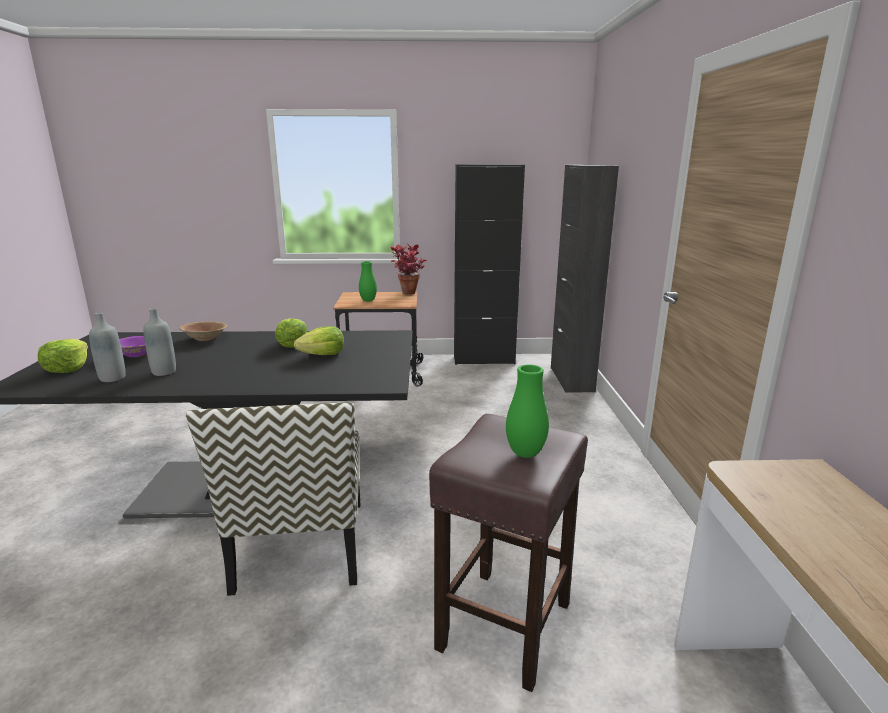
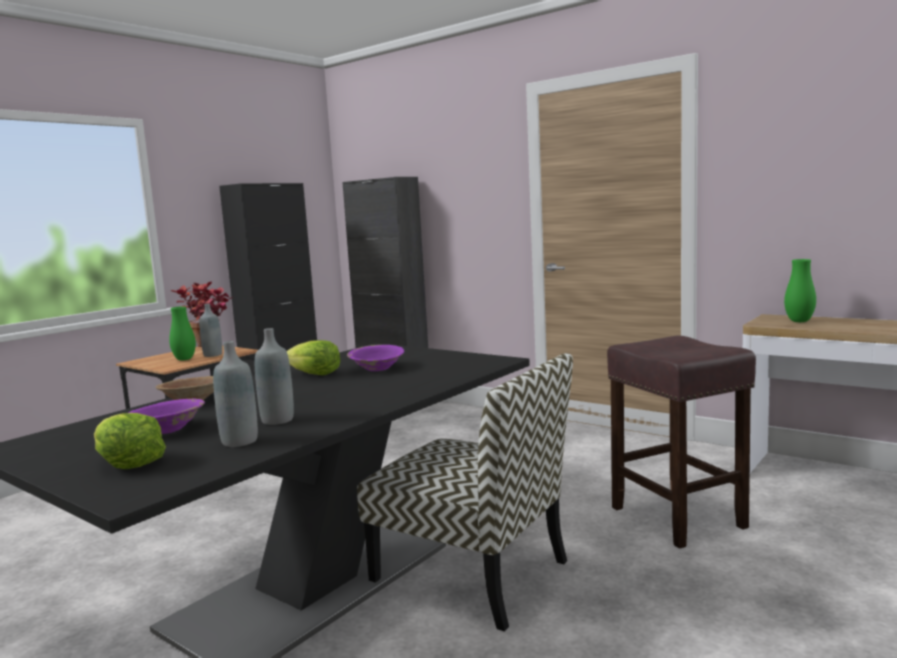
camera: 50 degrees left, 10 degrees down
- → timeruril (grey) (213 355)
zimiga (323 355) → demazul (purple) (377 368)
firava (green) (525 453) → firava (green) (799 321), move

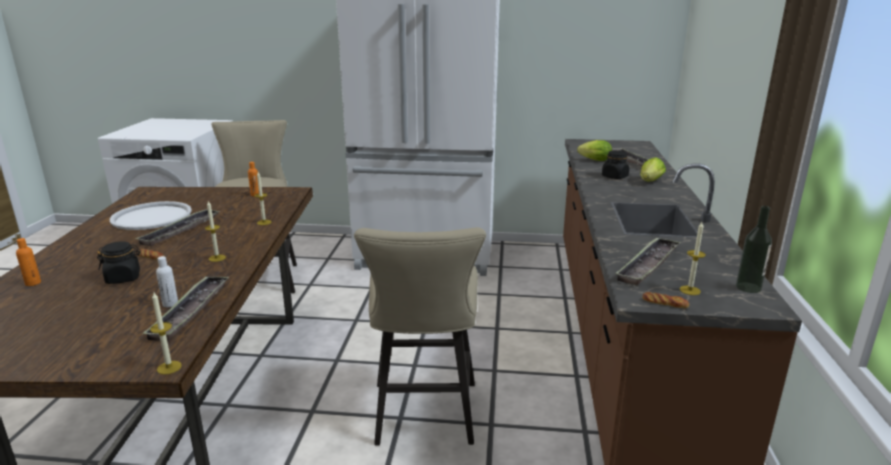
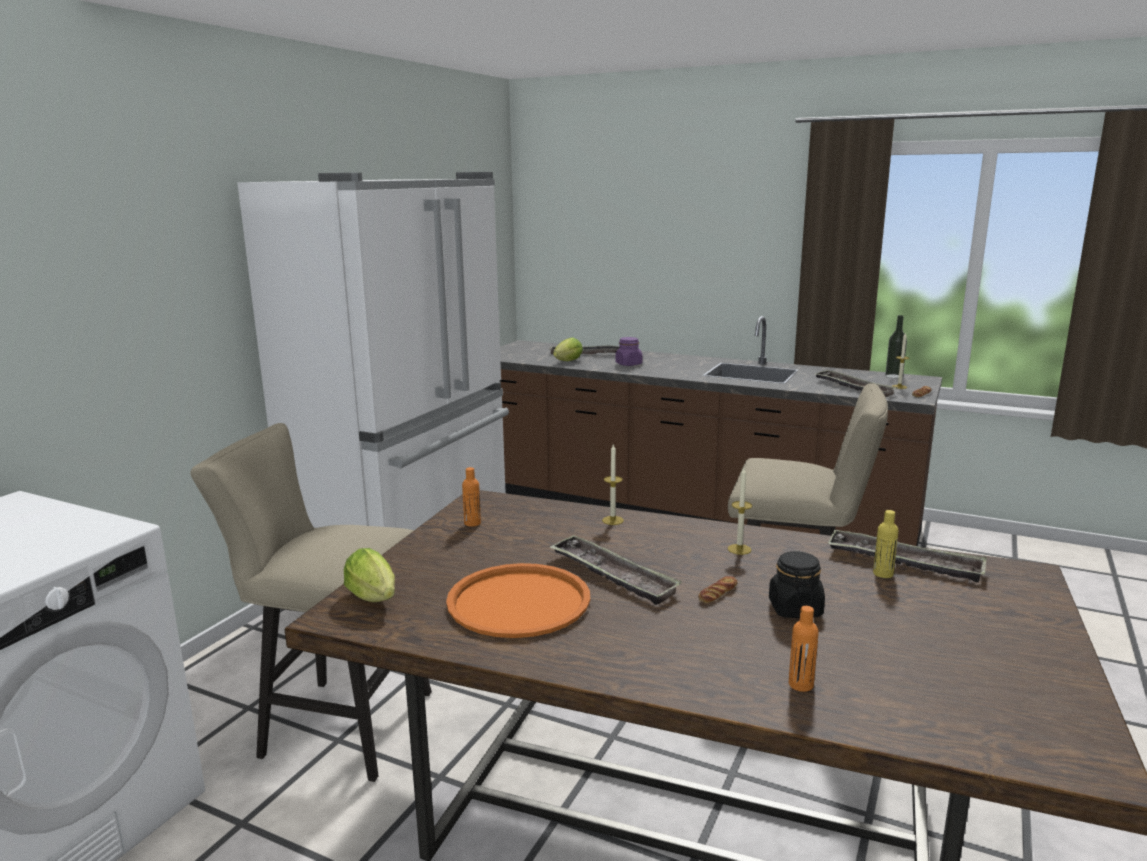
camera: 70 degrees left, 5 degrees down
zimiga (649 182) → zimiga (375 599), move
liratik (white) (152 217) → liratik (orange) (518 601)
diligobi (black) (614 177) → diligobi (purple) (629 364)
timeruril (white) (170 304) → timeruril (yellow) (883 574)
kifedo (169 367) → -

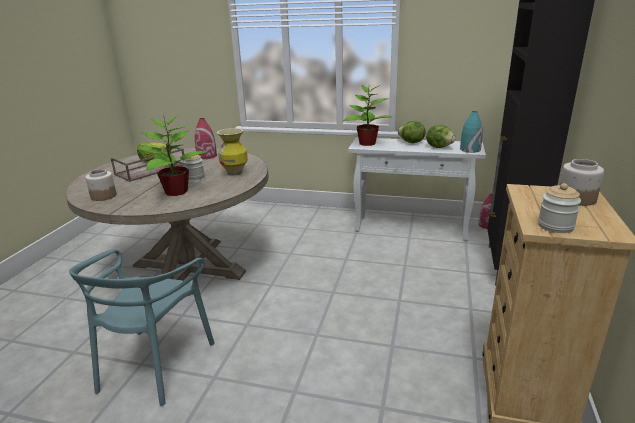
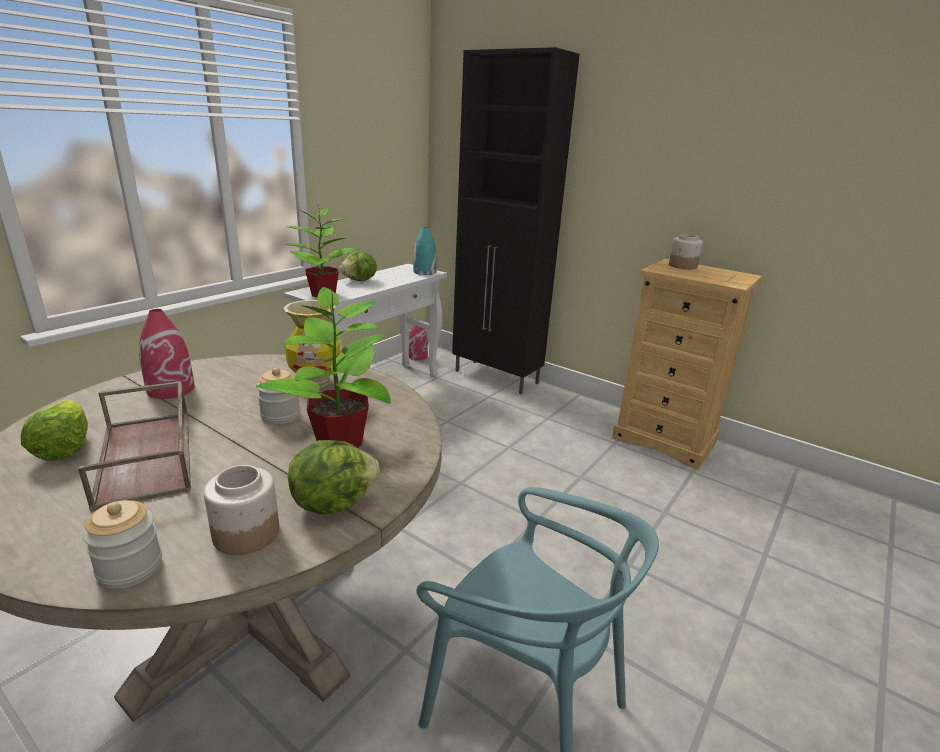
camera: 70 degrees left, 0 degrees up
diligobi (555 226) → diligobi (130 568), move
zimiga (439 147) → zimiga (332 502), move

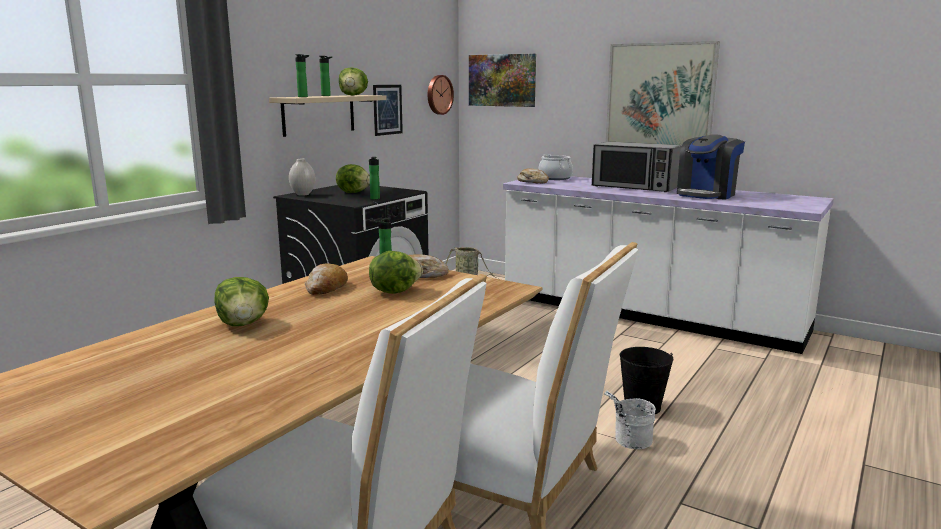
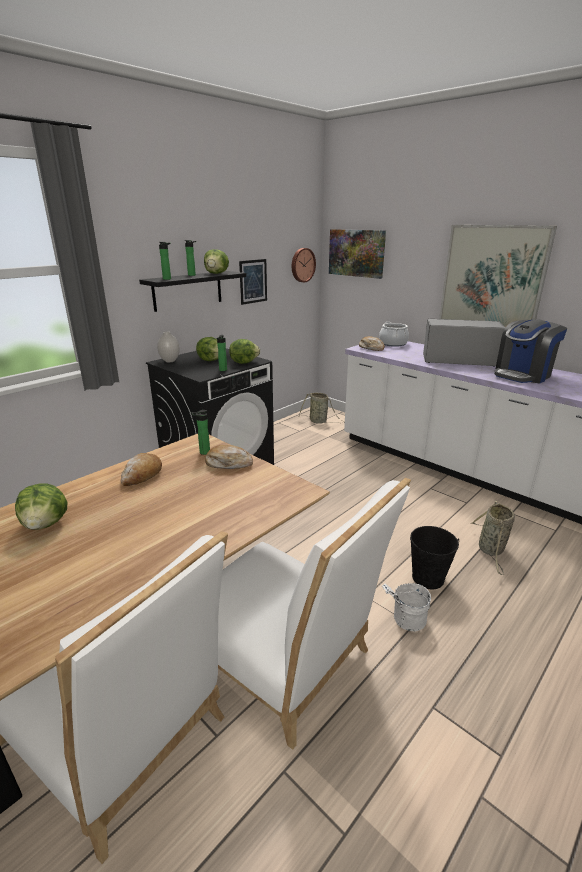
camera: 10 degrees right, 10 degrees up
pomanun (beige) (319 114) → pomanun (black) (188 290)
zimiga (394 291) → zimiga (244 362), move
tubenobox (634 187) → tubenobox (458 360), 150 degrees clockwise
- → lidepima (491 550)

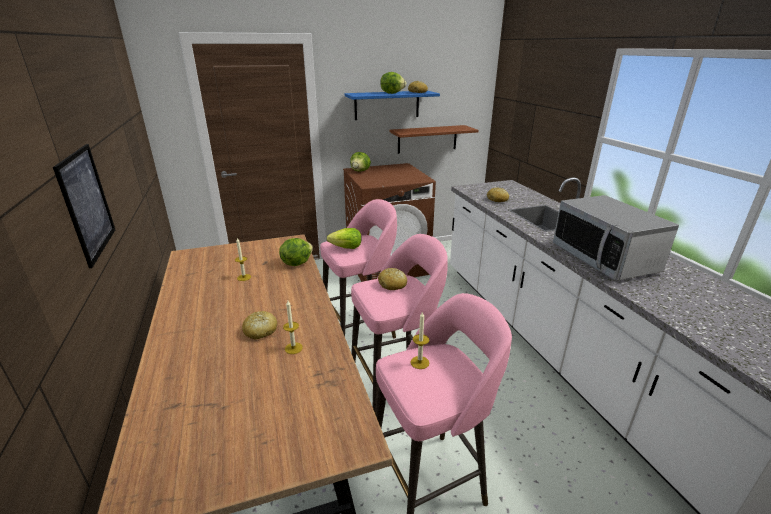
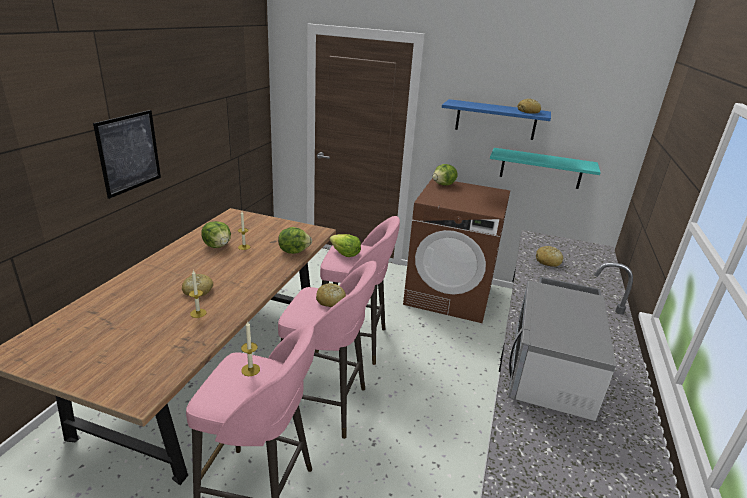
camera: 35 degrees right, 0 degrees up
zimiga (392 93) → zimiga (218 246), move
pomanun (brown) (427 139) → pomanun (turquoise) (541 168)

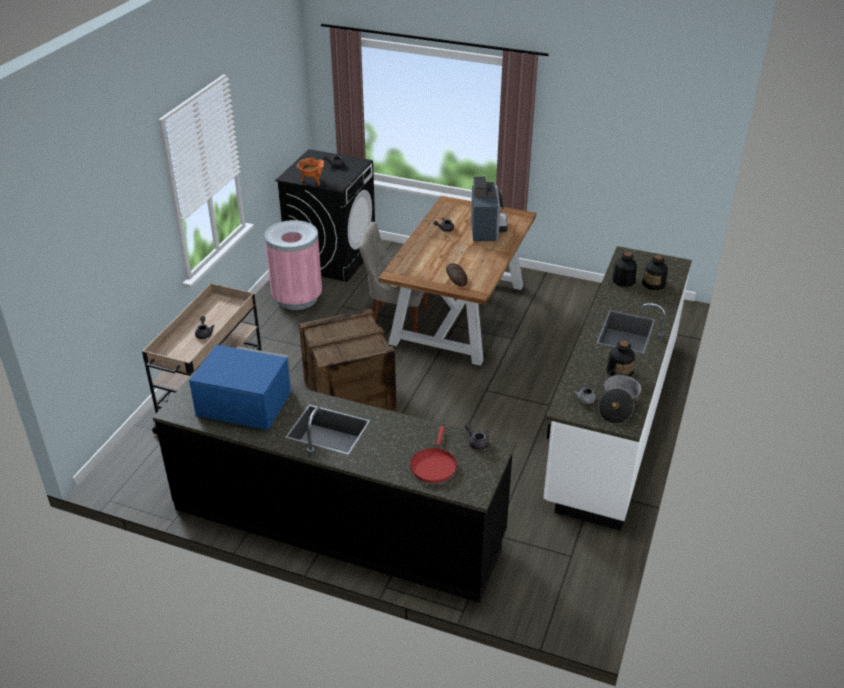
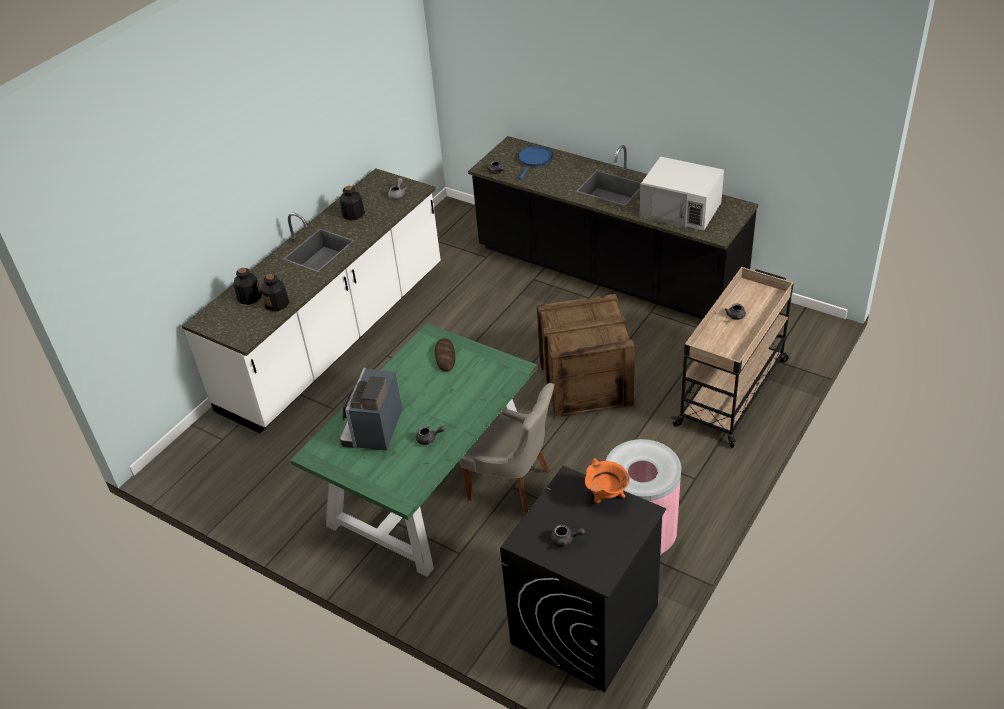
camera: 165 degrees left, 5 degrees up
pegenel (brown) (458 313) → pegenel (green) (430 486)
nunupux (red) (433 465) → nunupux (blue) (534 160)
tubenobox (blue) (244 403) → tubenobox (white) (681 209)
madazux (618 406) → -

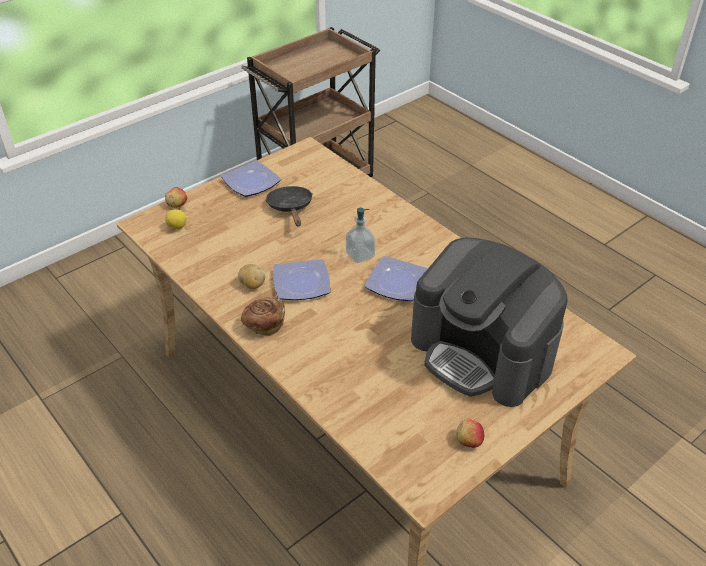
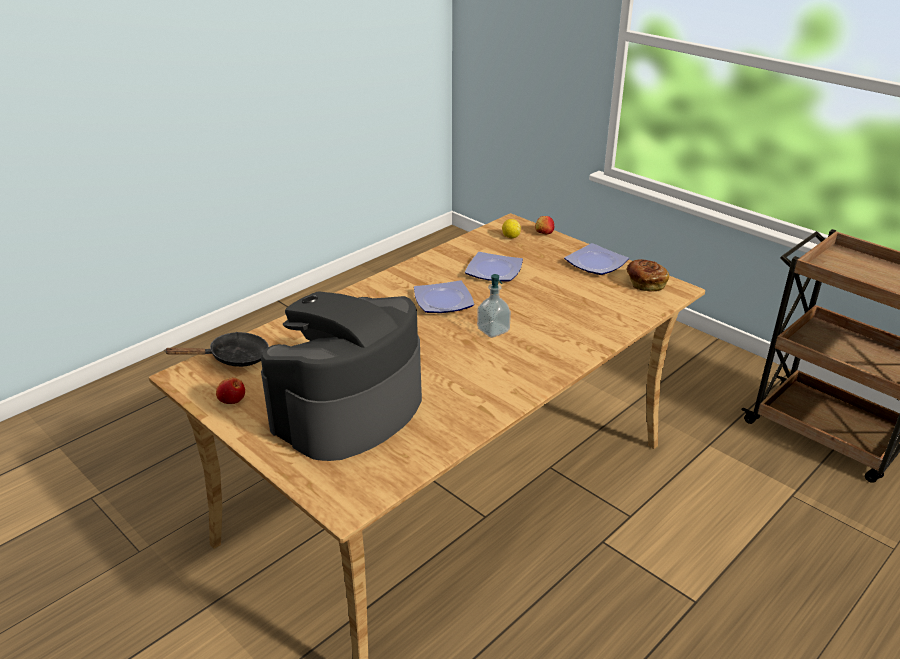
camera: 85 degrees right, 10 degrees down
nunupux (black) (291 208) → nunupux (black) (233 358), move
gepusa (398 282) → gepusa (494 271), move
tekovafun (264 324) → tekovafun (645 283), move
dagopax (252 285) → -

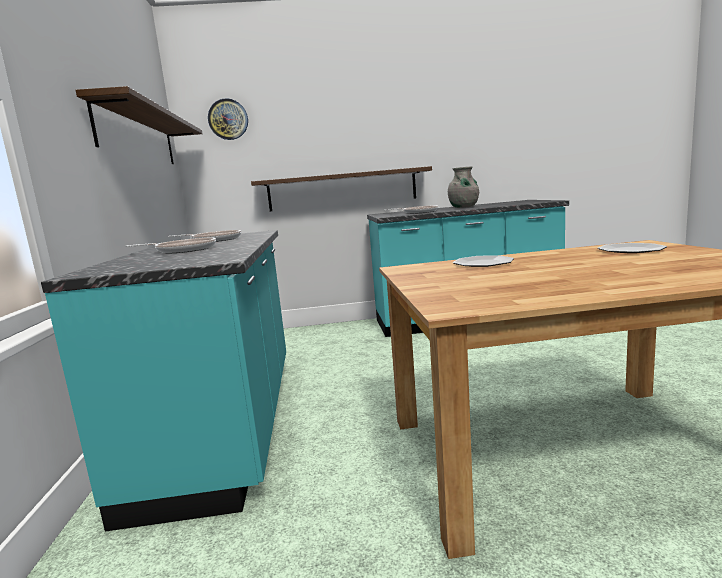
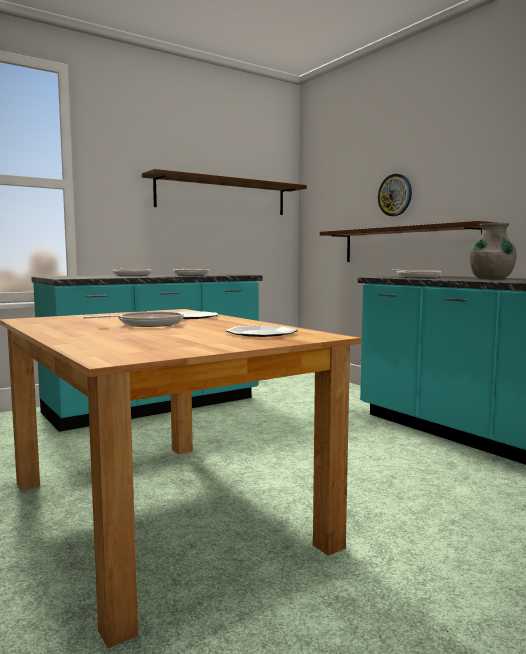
camera: 60 degrees right, 5 degrees down
- → nunupux (147 324)
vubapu (228 119) → vubapu (395 195), move

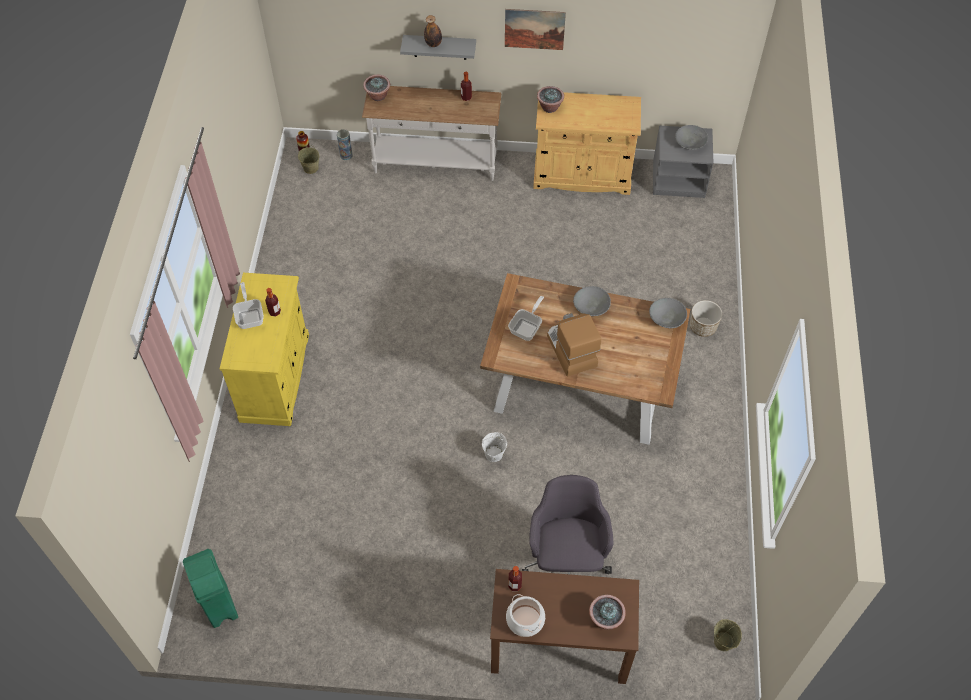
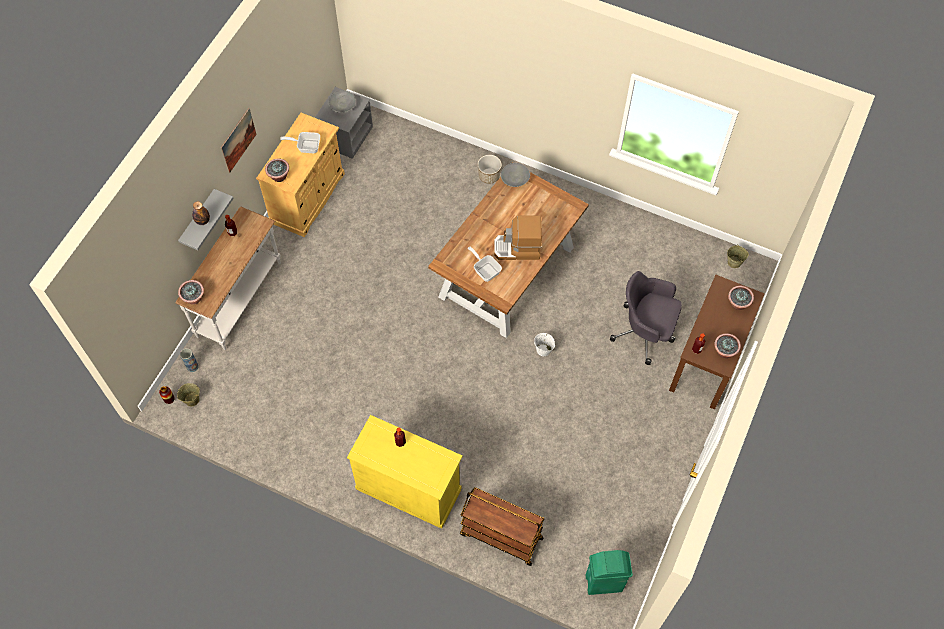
camera: 70 degrees left, 5 degrees up
nunupux (250 316) → nunupux (306 146), move
- → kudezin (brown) (500 536)
madazux (525 620) → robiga (724 352)
demazul (grey) (591 307) → -

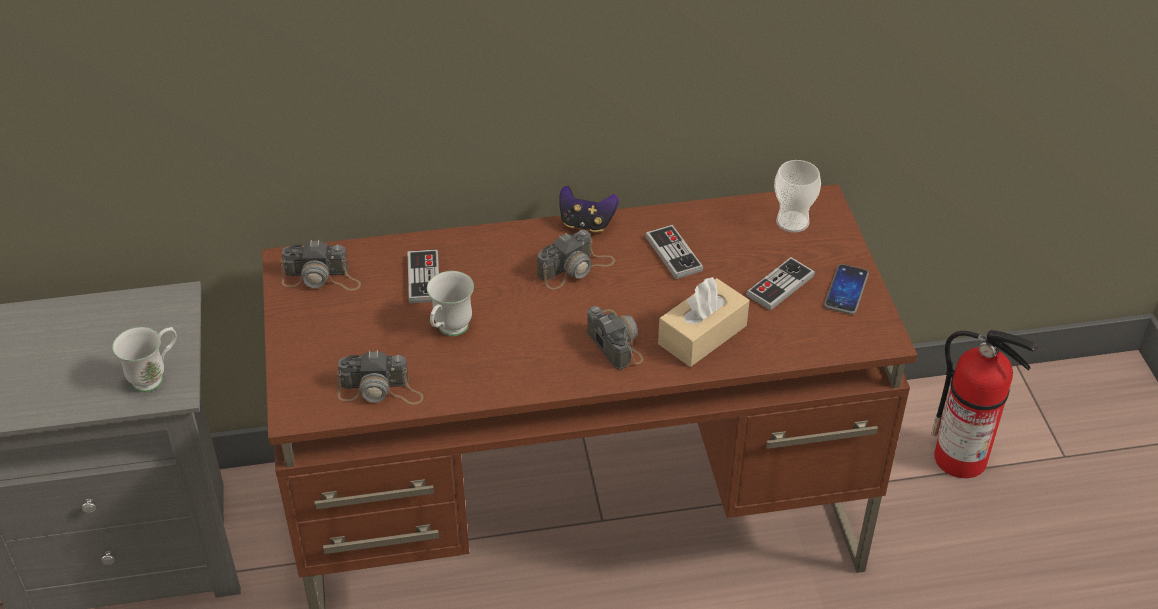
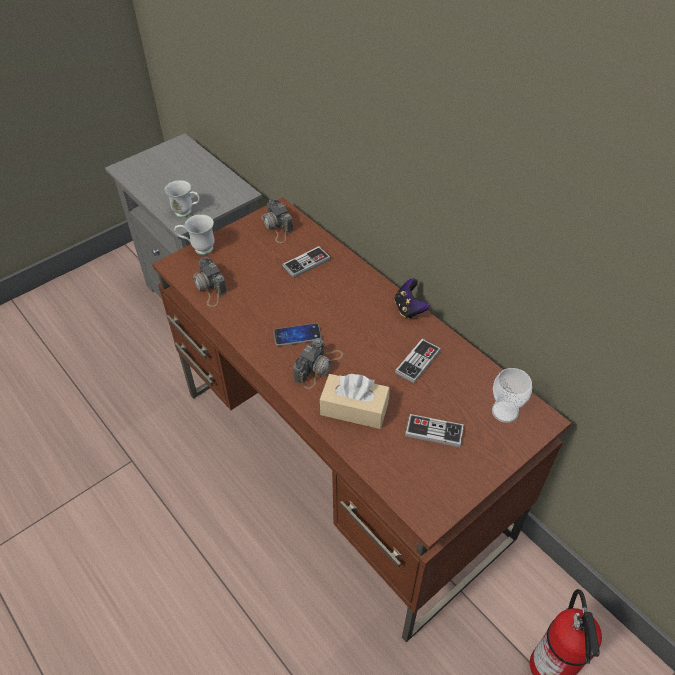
camera: 60 degrees right, 5 degrees up
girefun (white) (449 331) → girefun (white) (198 249), move
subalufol (846 290) → subalufol (297 335), move
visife (575 268) → -

